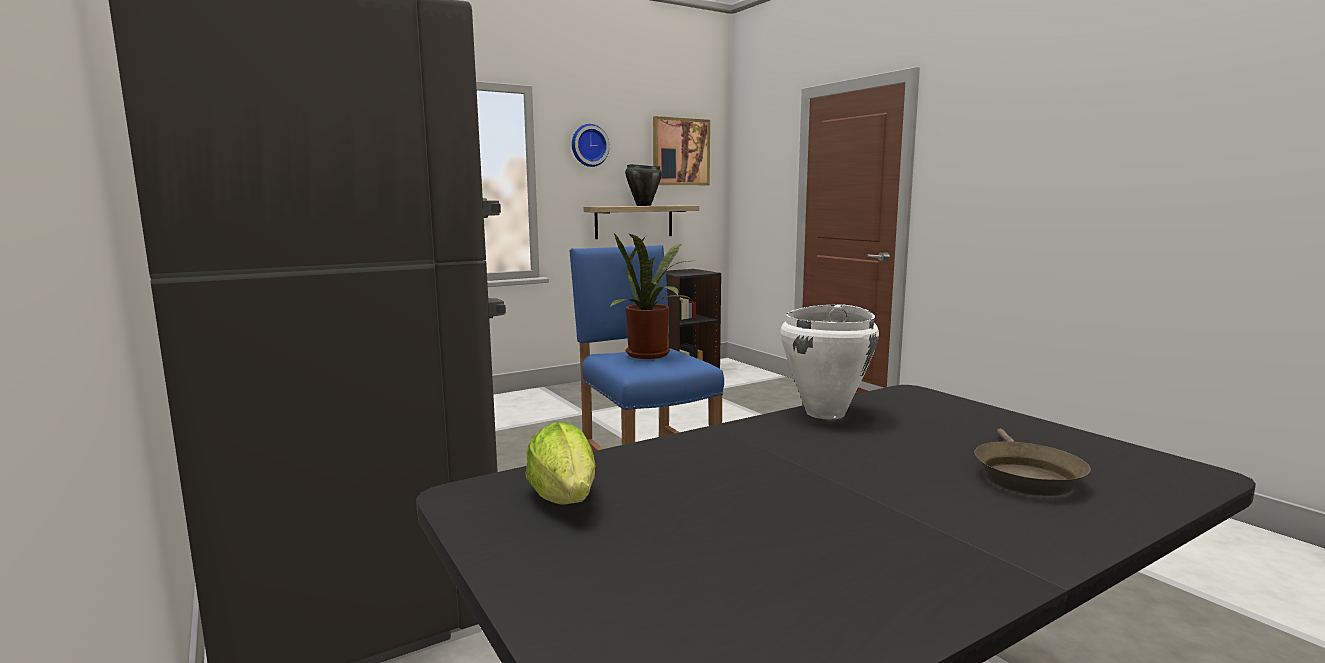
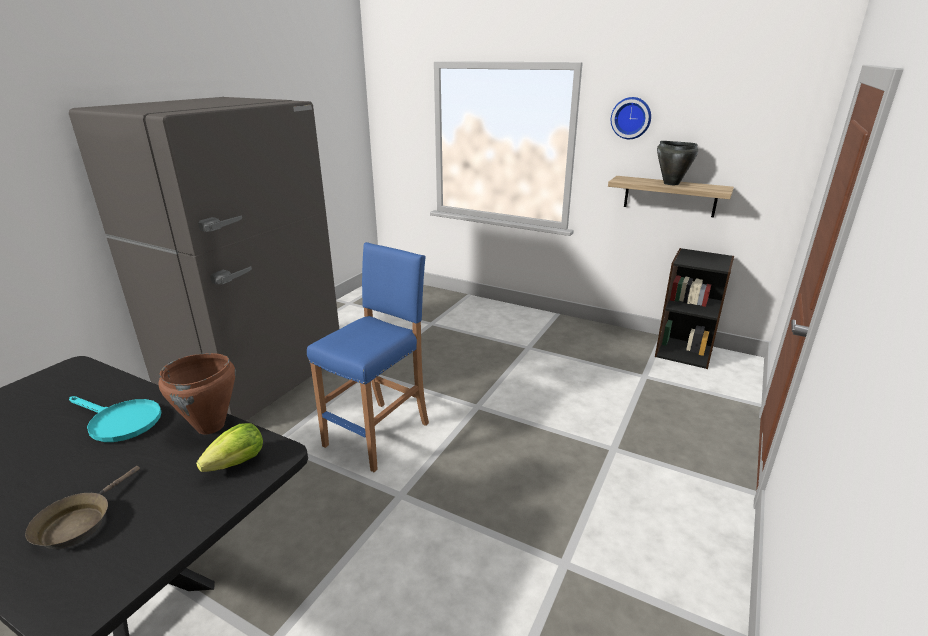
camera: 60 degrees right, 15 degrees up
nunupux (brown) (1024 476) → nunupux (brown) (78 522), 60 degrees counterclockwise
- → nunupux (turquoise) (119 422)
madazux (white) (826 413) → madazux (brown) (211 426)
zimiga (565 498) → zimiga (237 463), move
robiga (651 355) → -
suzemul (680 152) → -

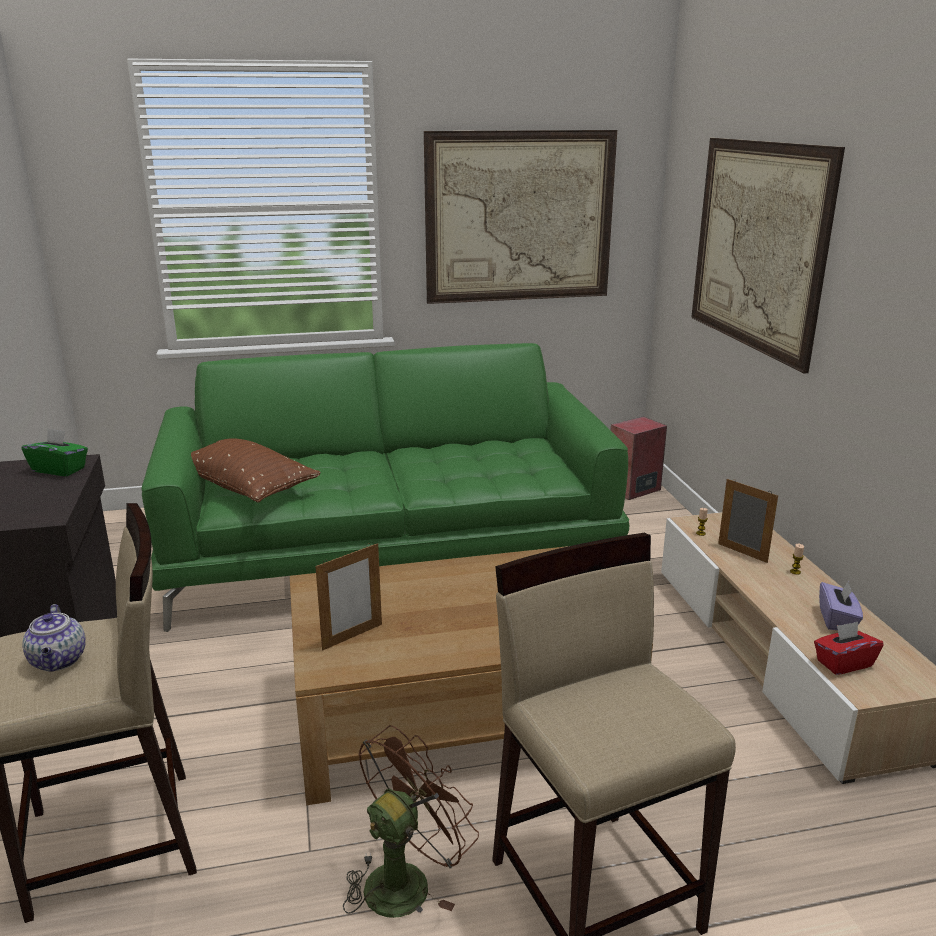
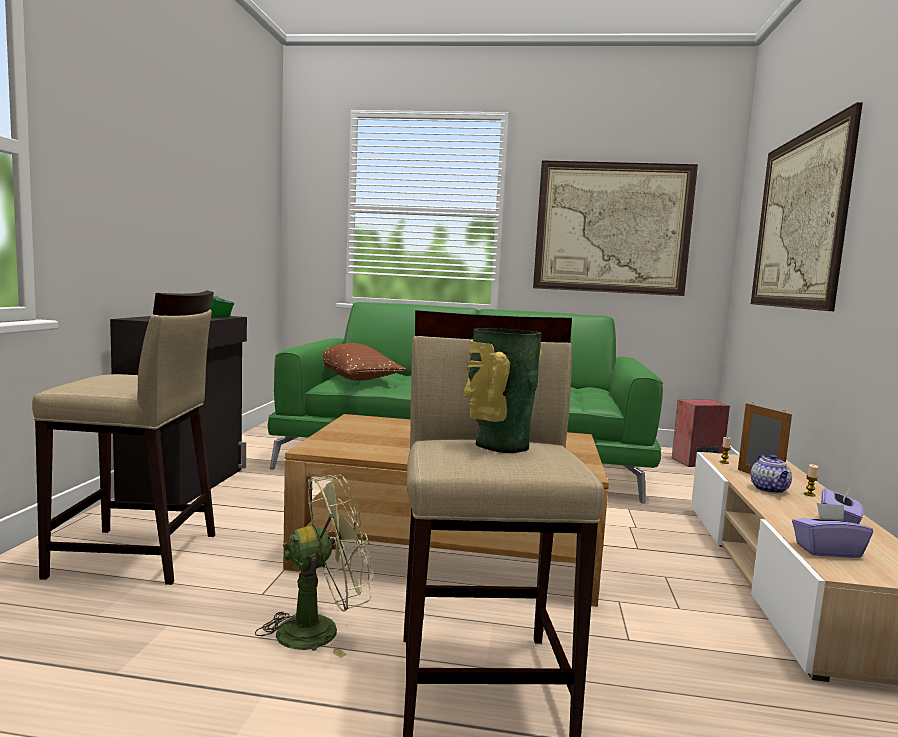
camera: 20 degrees right, 15 degrees down
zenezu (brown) (406 879) → zenezu (green) (320 629)
- → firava (498 445)
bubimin (59 661) → bubimin (770 490), move
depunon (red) (843 663) → depunon (purple) (827 551)
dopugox (352 636) → -

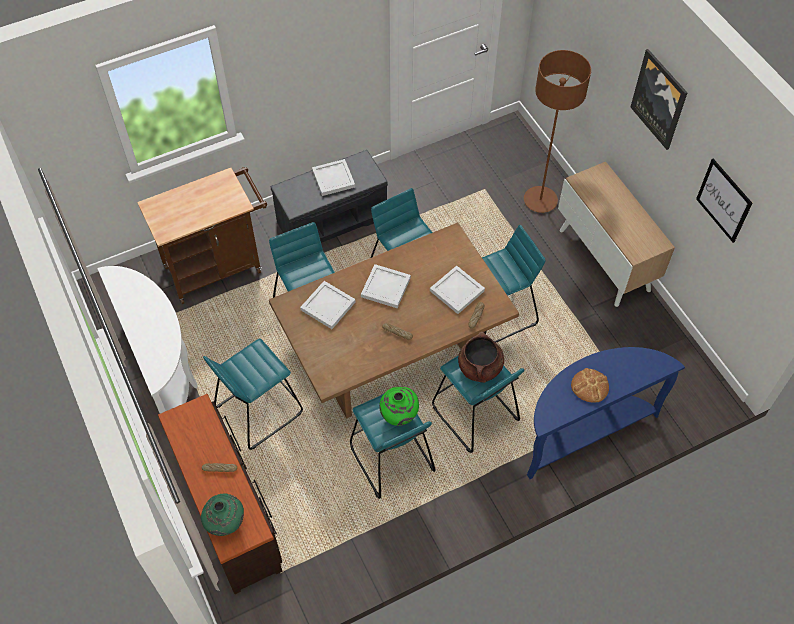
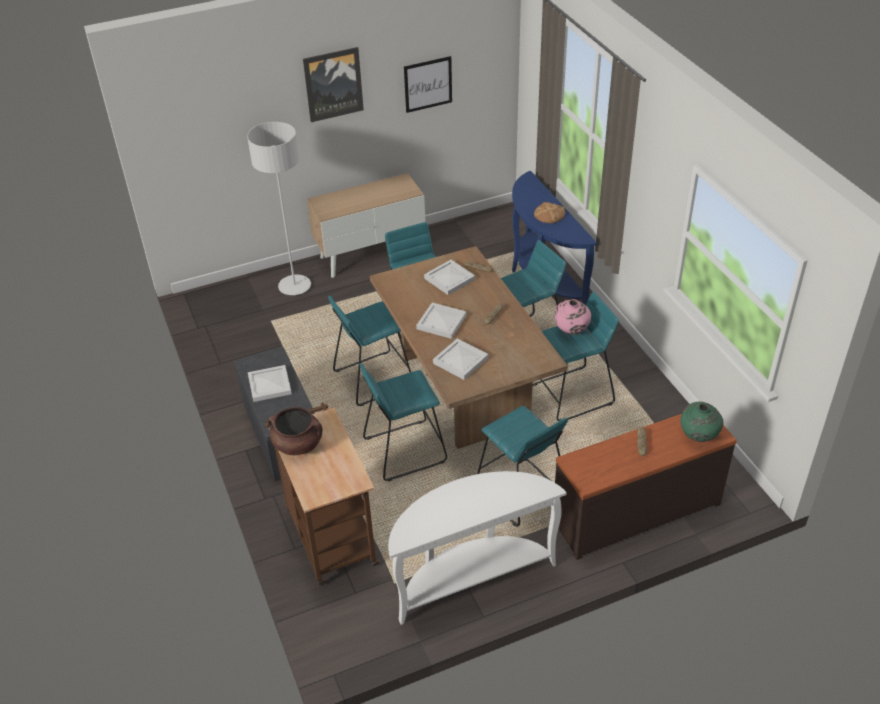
camera: 85 degrees left, 15 degrees down
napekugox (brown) (540 200) → napekugox (grey) (294 286)
madazux (brown) (480 367) → madazux (brown) (298 444), move
firava (green) (399 416) → firava (pink) (571 331)

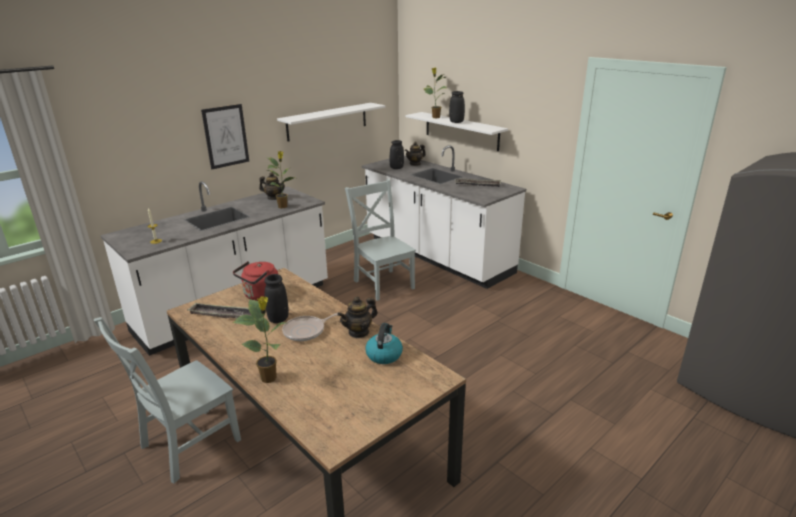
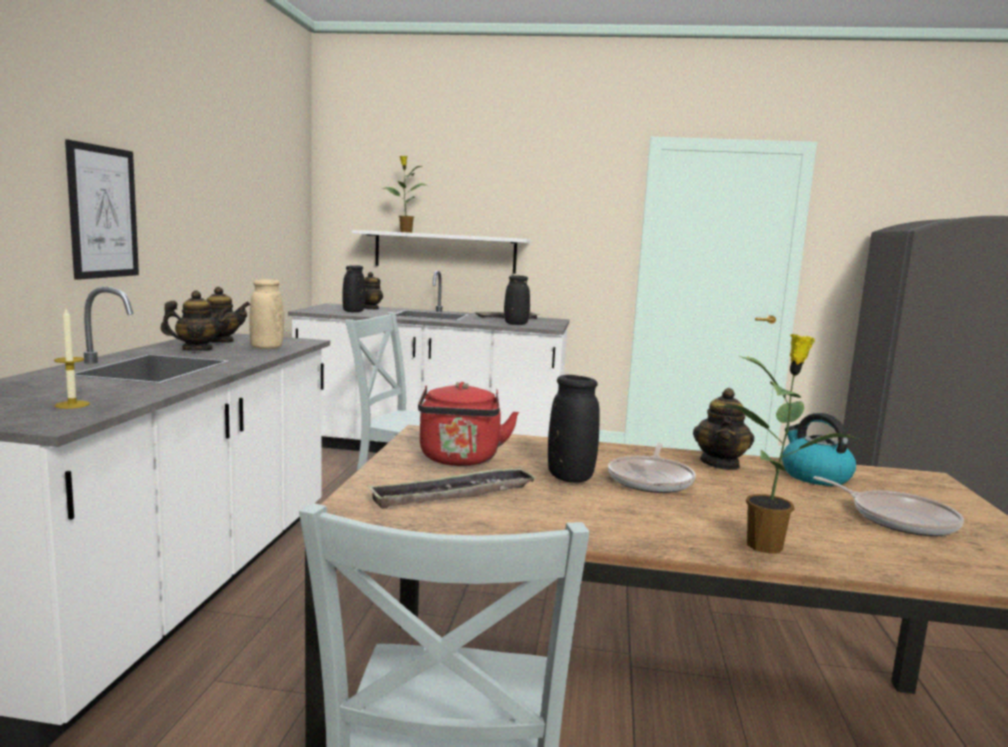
camera: 40 degrees left, 15 degrees down
- → bubimin (197 350)
robiga (283 206) → firava (beige) (266 348)
firava (black) (456 122) → firava (black) (516 324), move
- → nunupux (898 519)
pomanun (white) (327 121) → -

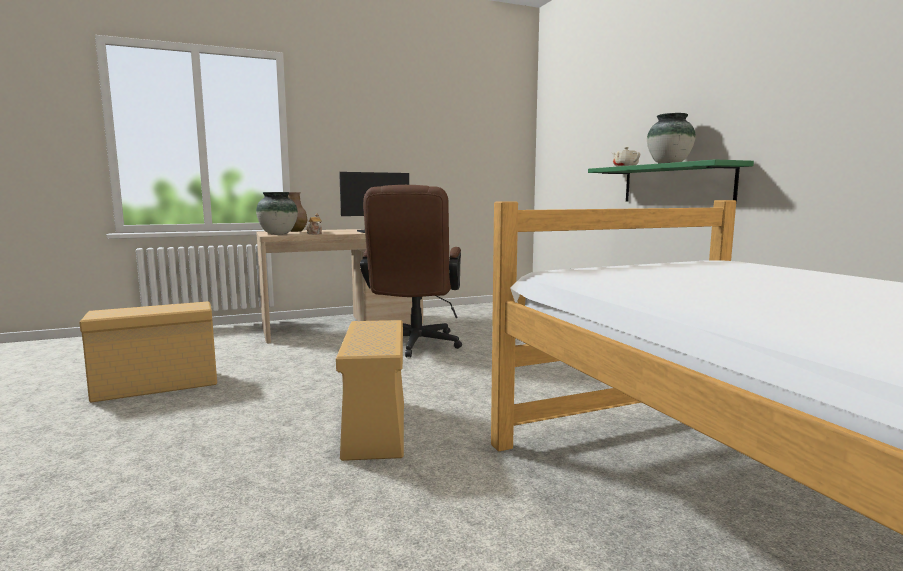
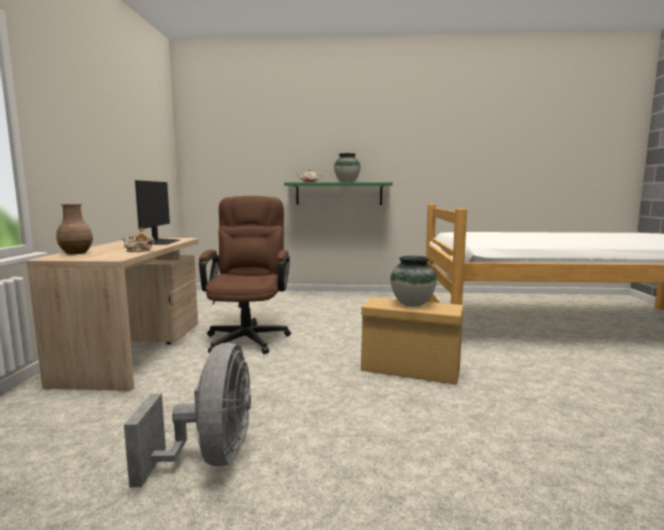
camera: 65 degrees left, 0 degrees up
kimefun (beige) (159 385) → zenezu (grey) (211 458)
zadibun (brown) (414 346) → zadibun (brown) (249 336), 120 degrees counterclockwise
firava (278 234) → firava (412 304), move

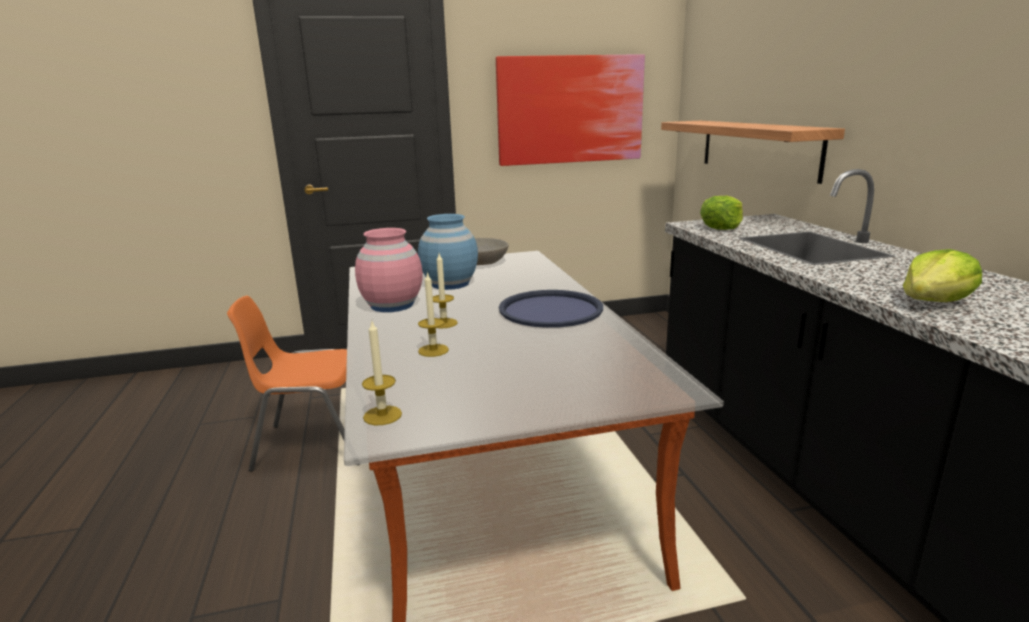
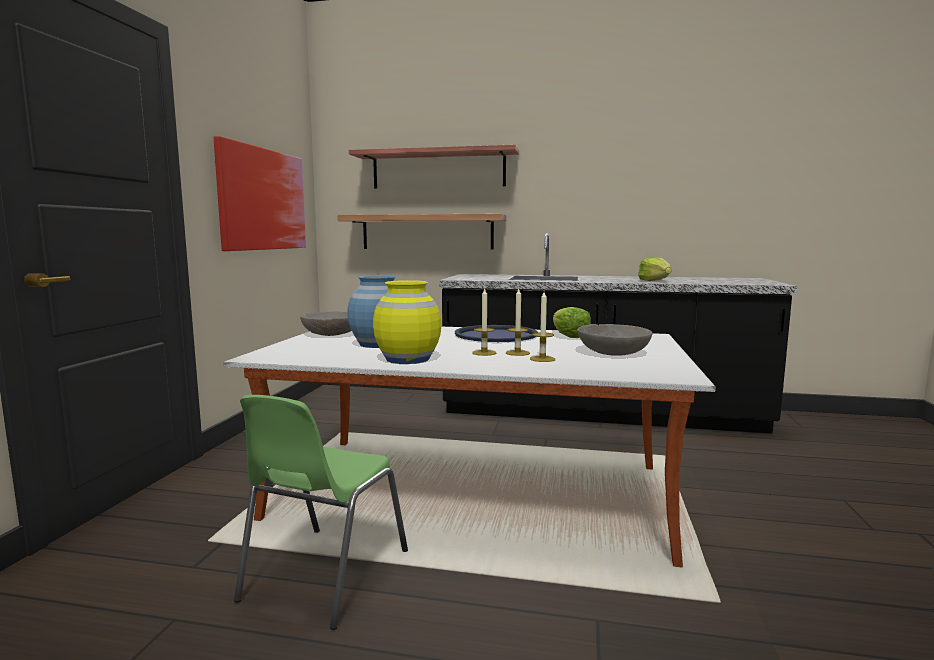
camera: 65 degrees left, 10 degrees down
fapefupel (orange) (312 443) → fapefupel (green) (323 575)
- → pomanun (438 170)
firava (pink) (391 305) → firava (yellow) (407 359)
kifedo (382 415) → kifedo (517 353), move
zimiga (722 227) → zimiga (569 336), move
- → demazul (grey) (612 352)

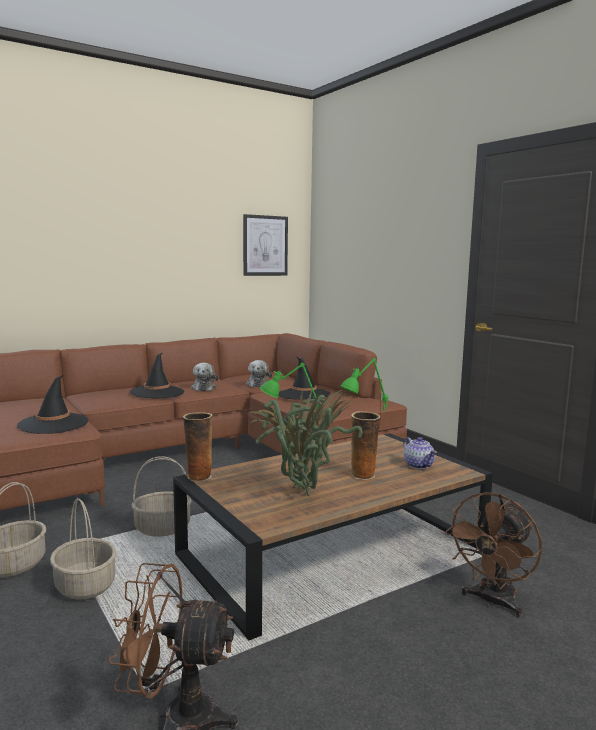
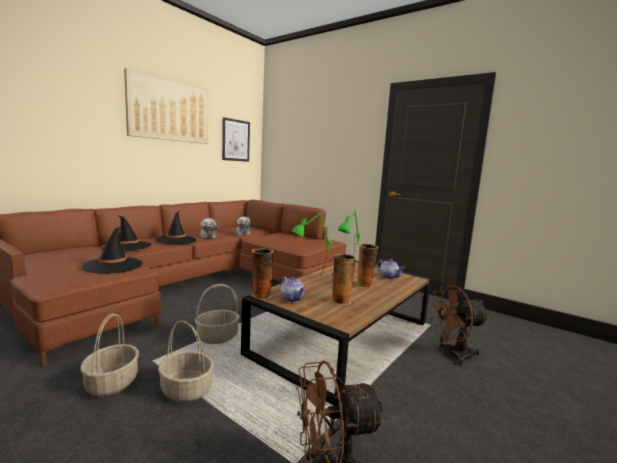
camera: 20 degrees left, 0 degrees up
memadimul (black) (303 395) → memadimul (black) (127 247), move
- → suzemul (170 110)
- → bubimin (292 299)
robiga (300 495) → firava (341 301)
zenezu (brown) (492 602) → zenezu (brown) (453 355), 60 degrees clockwise

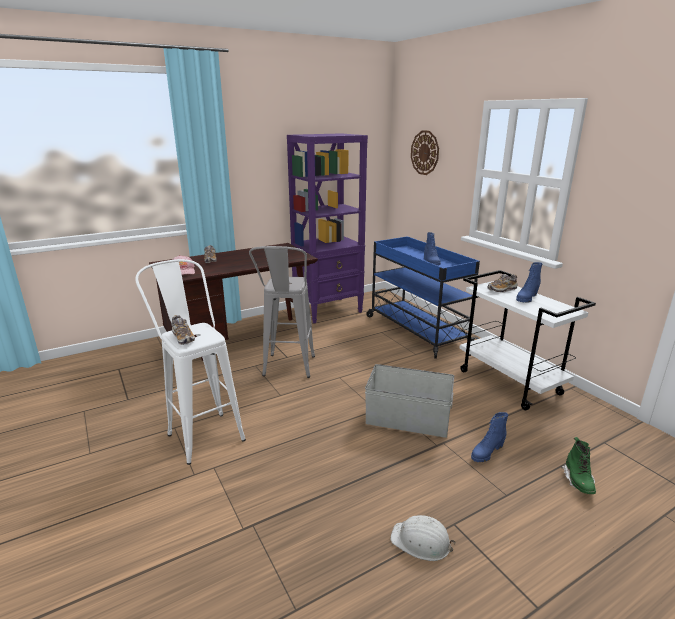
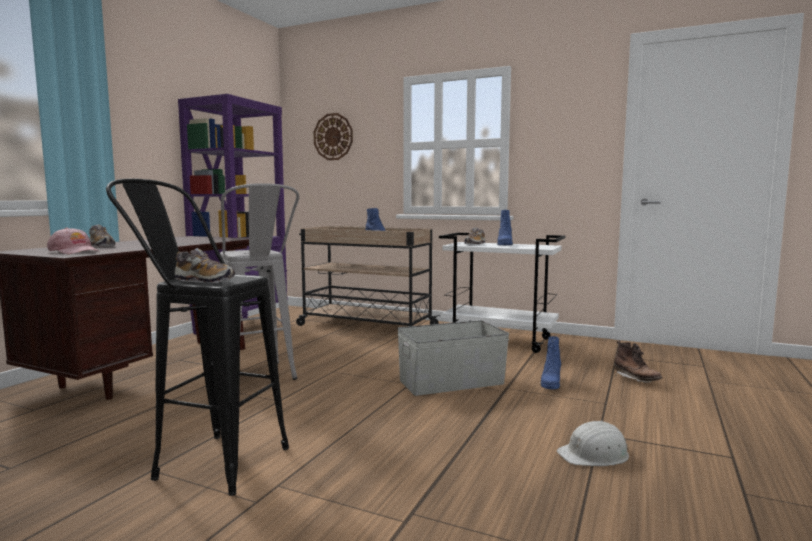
camera: 35 degrees left, 15 degrees down
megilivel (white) (201 431) → megilivel (black) (207 460)
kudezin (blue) (416 330) → kudezin (beige) (365 326)
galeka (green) (578 481) → galeka (brown) (636 380)

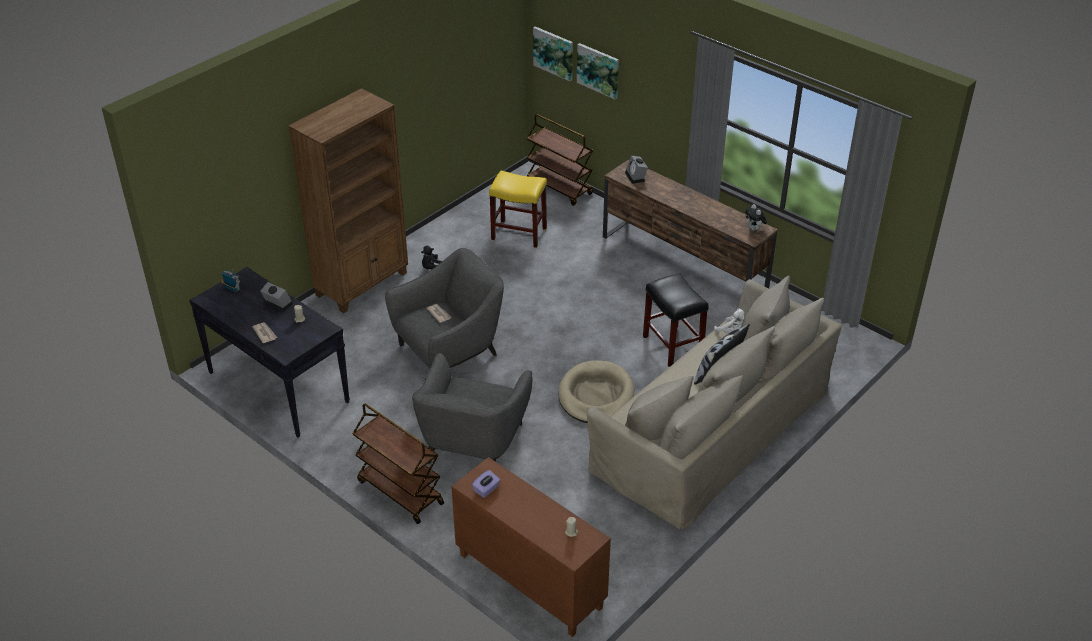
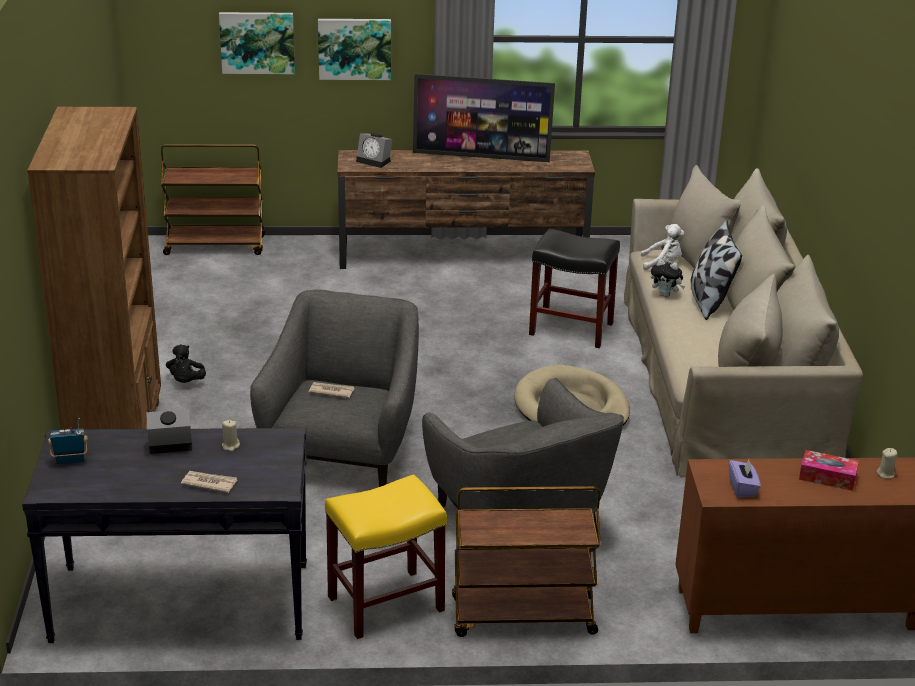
camera: 45 degrees left, 10 degrees down
suzemul (554 53) → suzemul (354 48), move
megilivel (yellow) (519 234) → megilivel (yellow) (386 603), move
- → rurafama (481 157)
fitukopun (754 229) → fitukopun (665 295), move
- → depunon (827 477)

